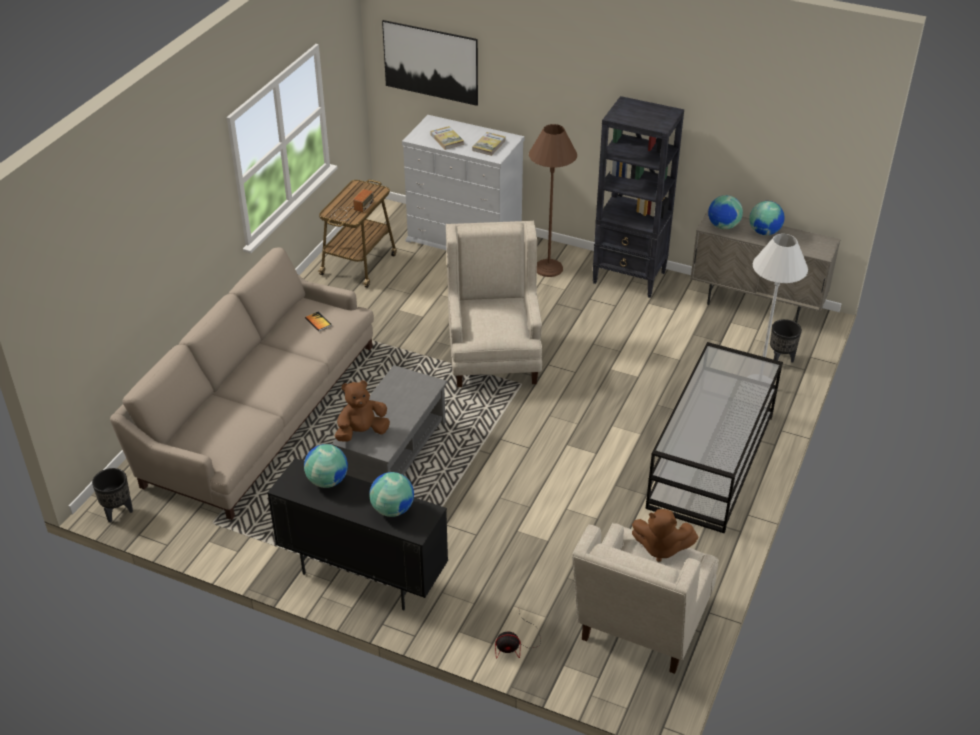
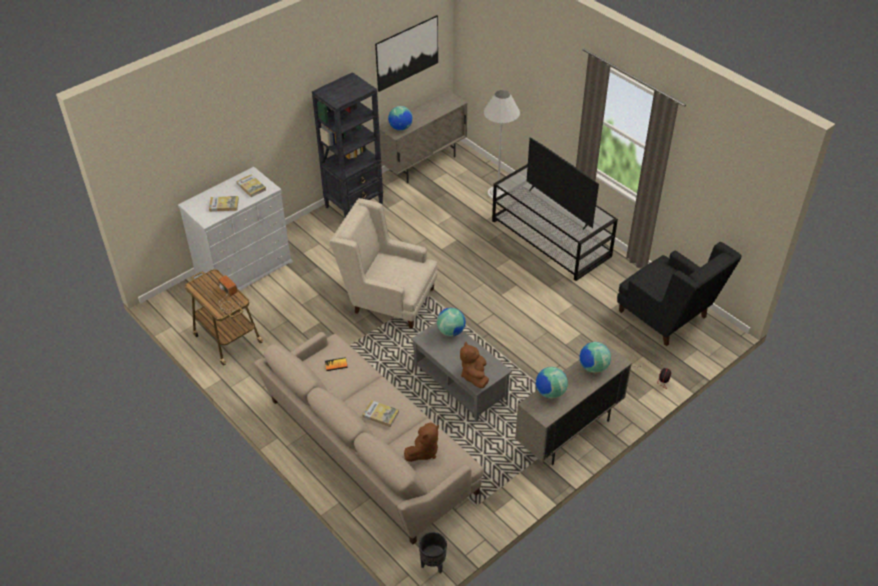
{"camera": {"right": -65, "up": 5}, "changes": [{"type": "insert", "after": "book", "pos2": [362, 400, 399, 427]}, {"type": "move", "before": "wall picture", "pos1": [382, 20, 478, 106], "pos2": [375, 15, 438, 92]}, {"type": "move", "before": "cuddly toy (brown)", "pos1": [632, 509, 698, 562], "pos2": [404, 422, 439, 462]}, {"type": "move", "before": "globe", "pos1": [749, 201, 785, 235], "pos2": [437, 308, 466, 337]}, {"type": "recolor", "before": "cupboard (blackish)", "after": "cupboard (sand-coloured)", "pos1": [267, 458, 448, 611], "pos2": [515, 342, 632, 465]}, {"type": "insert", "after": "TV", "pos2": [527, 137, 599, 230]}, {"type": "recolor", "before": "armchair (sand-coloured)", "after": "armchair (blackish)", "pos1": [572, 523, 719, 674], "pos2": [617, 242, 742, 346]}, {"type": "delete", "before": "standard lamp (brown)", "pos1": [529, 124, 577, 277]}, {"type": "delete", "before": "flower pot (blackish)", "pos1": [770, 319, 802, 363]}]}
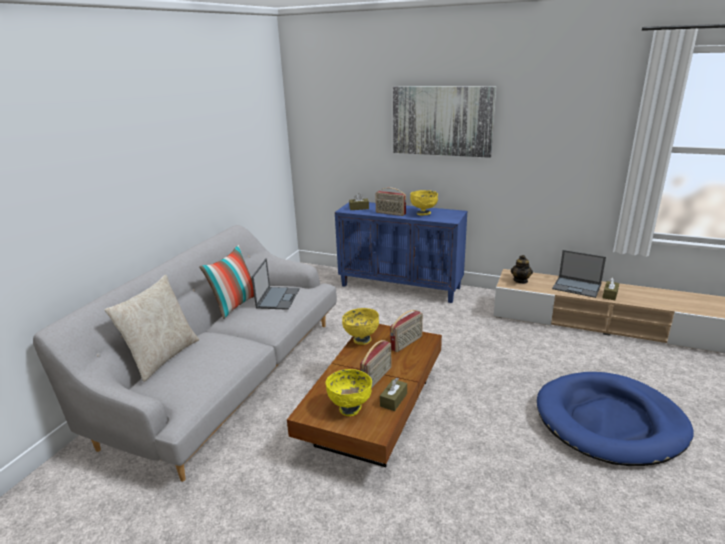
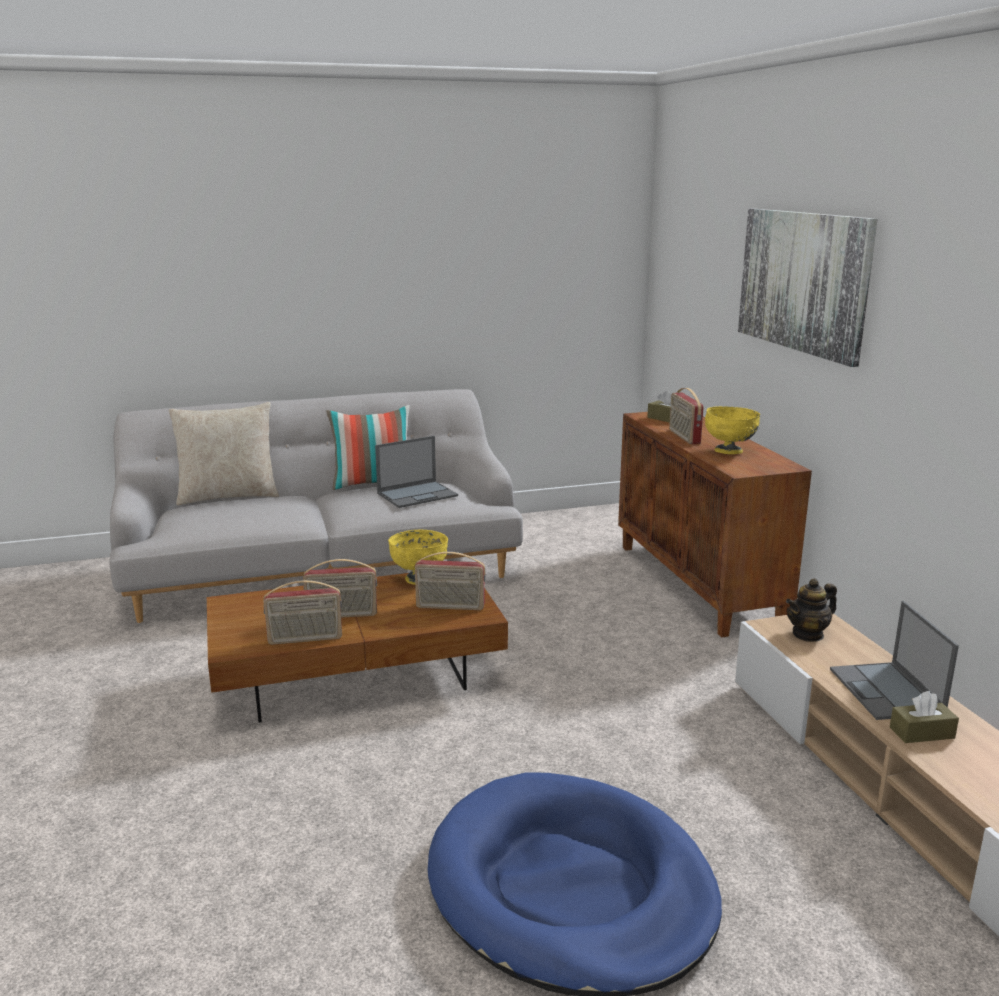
{"camera": {"right": 50, "up": -5}, "changes": [{"type": "replace", "before": "tissue holder (brown)", "after": "radio receiver", "pos1": [380, 378, 407, 411], "pos2": [263, 580, 342, 645]}, {"type": "recolor", "before": "cupboard (blue)", "after": "cupboard (brown)", "pos1": [335, 202, 467, 303], "pos2": [618, 412, 812, 638]}, {"type": "delete", "before": "deep dish (yellowish)", "pos1": [325, 369, 372, 416]}]}
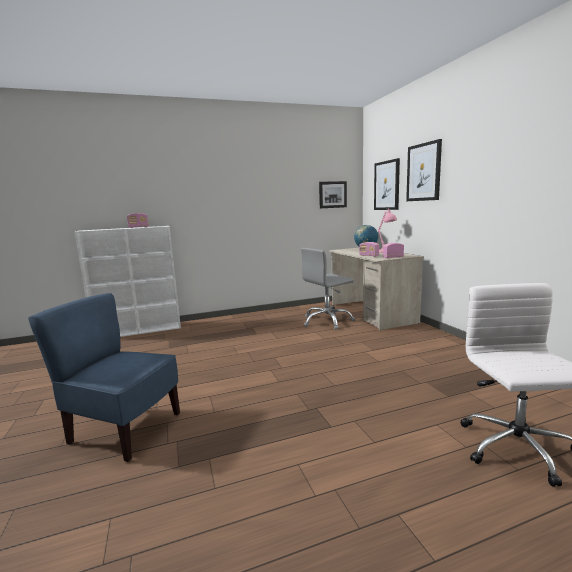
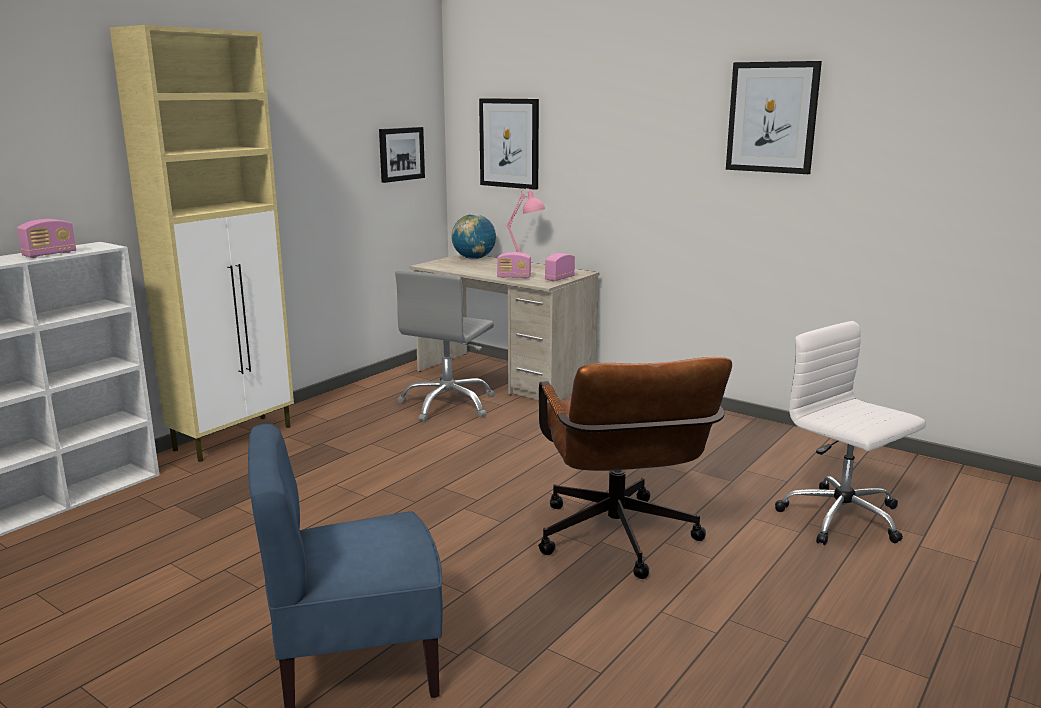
{"camera": {"right": -35, "up": 5}, "changes": [{"type": "insert", "after": "cupboard (sand-coloured)", "pos2": [110, 25, 294, 462]}, {"type": "insert", "after": "computer chair (brown)", "pos2": [538, 357, 732, 579]}, {"type": "move", "before": "wall picture", "pos1": [406, 139, 442, 201], "pos2": [726, 61, 822, 174]}]}
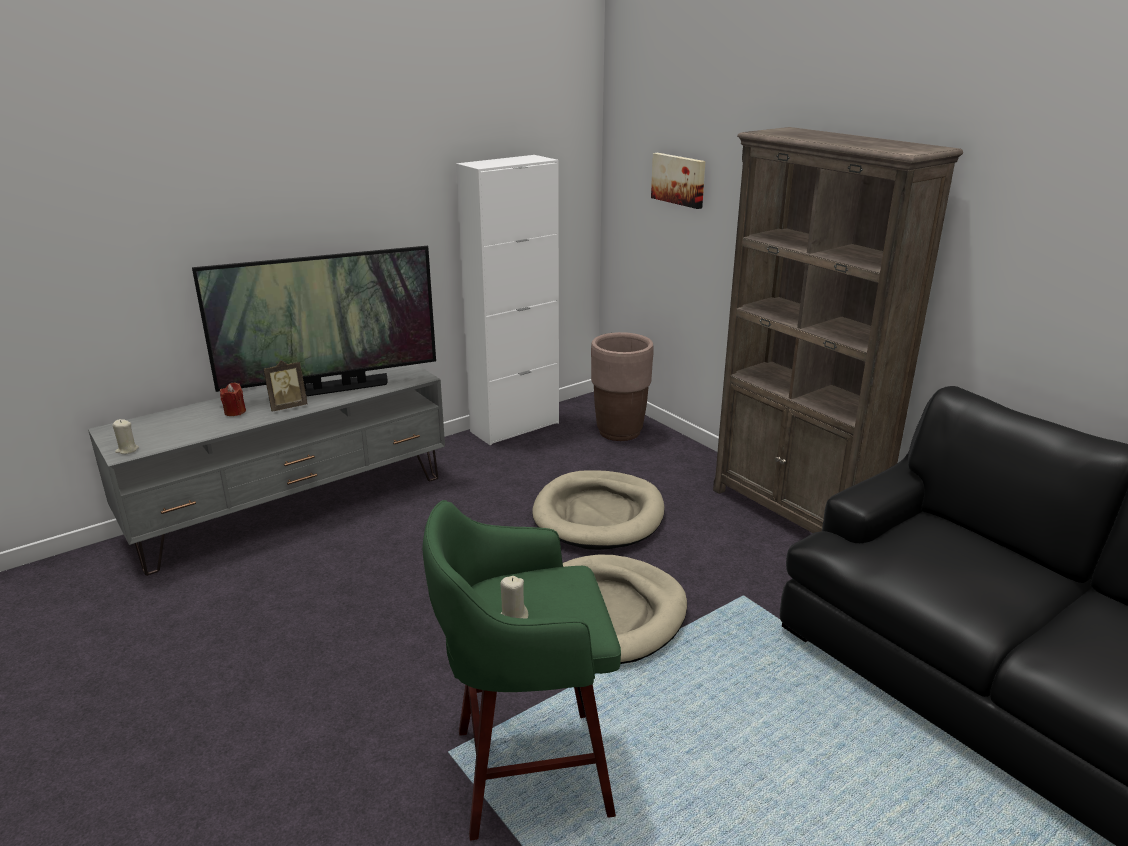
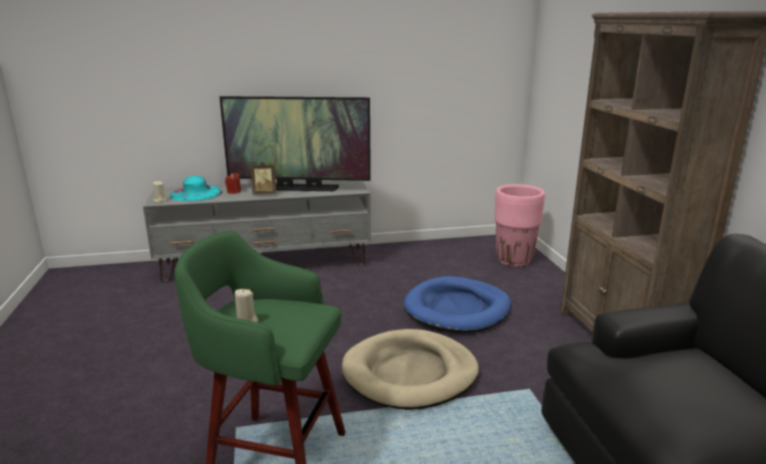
{"camera": {"right": 25, "up": -5}, "changes": [{"type": "insert", "after": "wearable hat (turquoise)", "pos2": [170, 176, 223, 202]}, {"type": "recolor", "before": "pet bed (sand-coloured)", "after": "pet bed (blue)", "pos1": [532, 470, 664, 550], "pos2": [404, 276, 511, 333]}, {"type": "recolor", "before": "flower pot (brown)", "after": "flower pot (pink)", "pos1": [591, 332, 654, 441], "pos2": [494, 184, 545, 267]}, {"type": "delete", "before": "cupboard (whitish)", "pos1": [456, 155, 559, 445]}, {"type": "delete", "before": "wall picture", "pos1": [651, 153, 706, 209]}]}
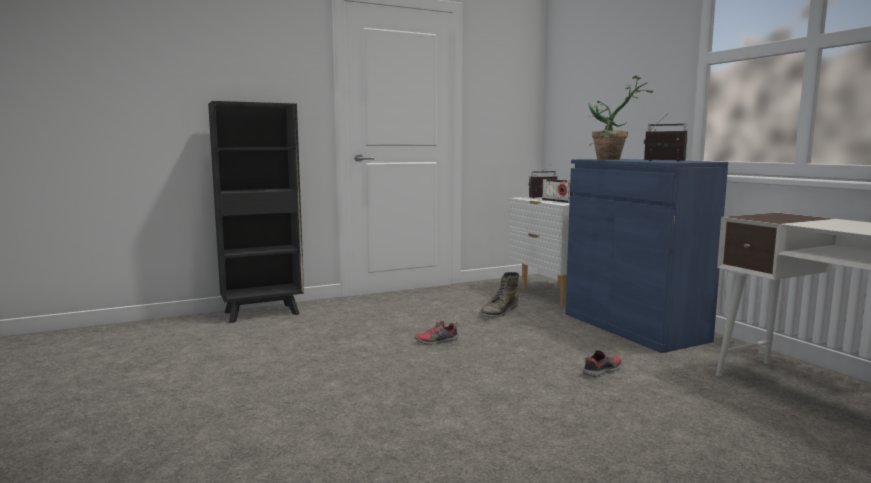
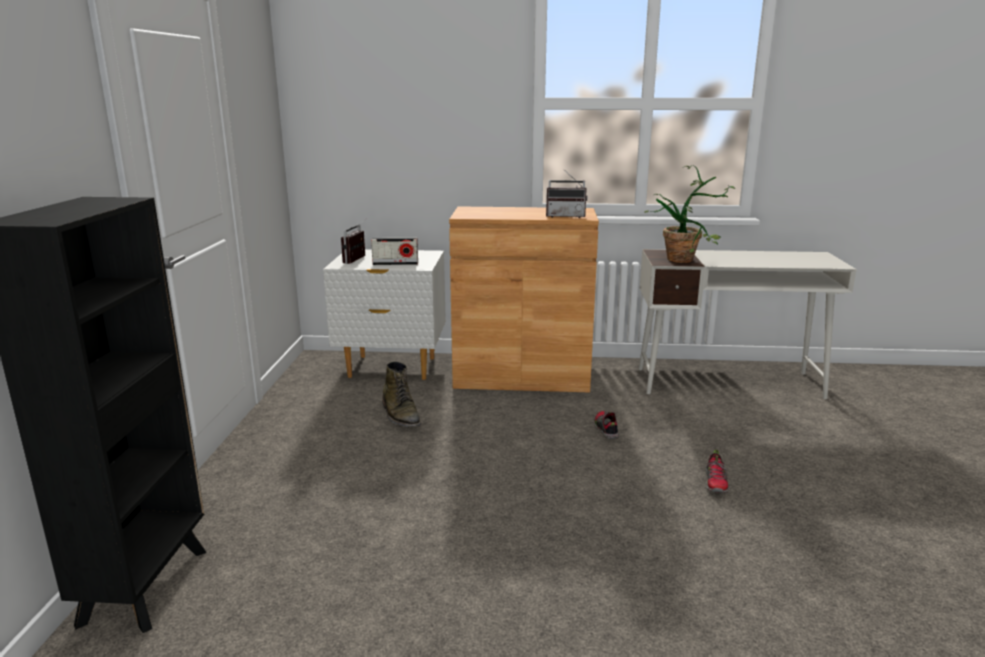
{"camera": {"right": -60, "up": 10}, "changes": [{"type": "recolor", "before": "cupboard (blue)", "after": "cupboard (brown)", "pos1": [565, 159, 728, 353], "pos2": [449, 206, 599, 392]}, {"type": "rotate", "before": "radio receiver", "pos1": [644, 115, 688, 162], "pos2": [546, 169, 587, 218], "turn": -150}, {"type": "move", "before": "houseplant", "pos1": [588, 76, 653, 160], "pos2": [644, 165, 735, 263]}, {"type": "move", "before": "item of footwear", "pos1": [415, 320, 459, 345], "pos2": [705, 450, 729, 493]}]}
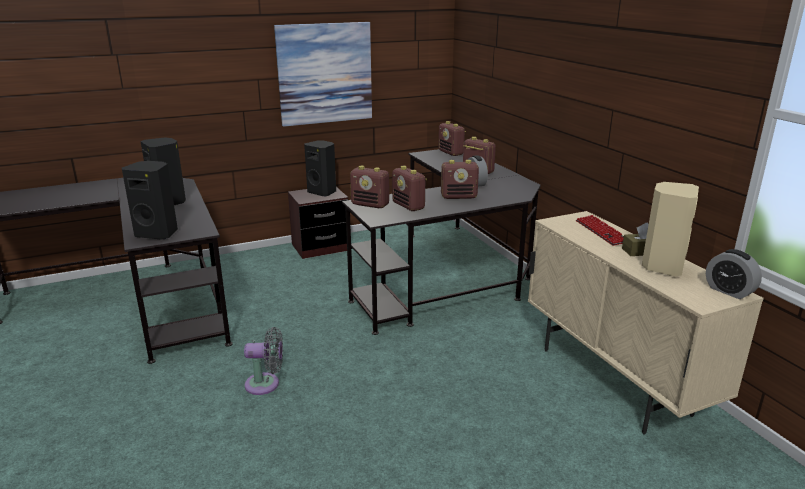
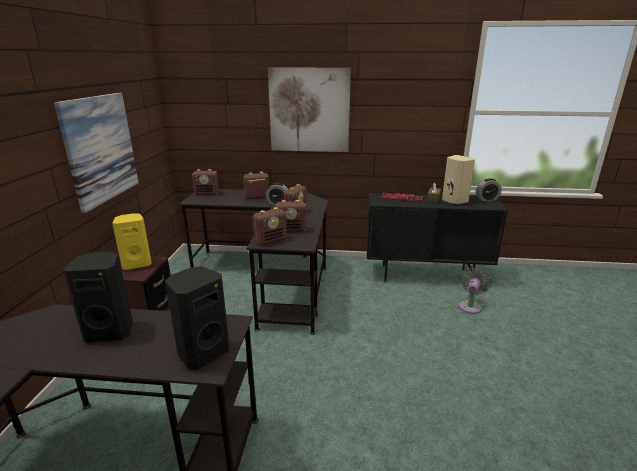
{"camera": {"right": -60, "up": 0}, "changes": [{"type": "recolor", "before": "loudspeaker (blackish)", "after": "loudspeaker (yellowish)", "pos1": [304, 141, 336, 197], "pos2": [112, 213, 152, 270]}, {"type": "insert", "after": "wall picture", "pos2": [268, 68, 351, 152]}, {"type": "recolor", "before": "cupboard (sand-coloured)", "after": "cupboard (blackish)", "pos1": [528, 211, 764, 434], "pos2": [367, 193, 508, 282]}, {"type": "move", "before": "cooling fan (greyish)", "pos1": [244, 327, 283, 395], "pos2": [459, 268, 492, 314]}]}
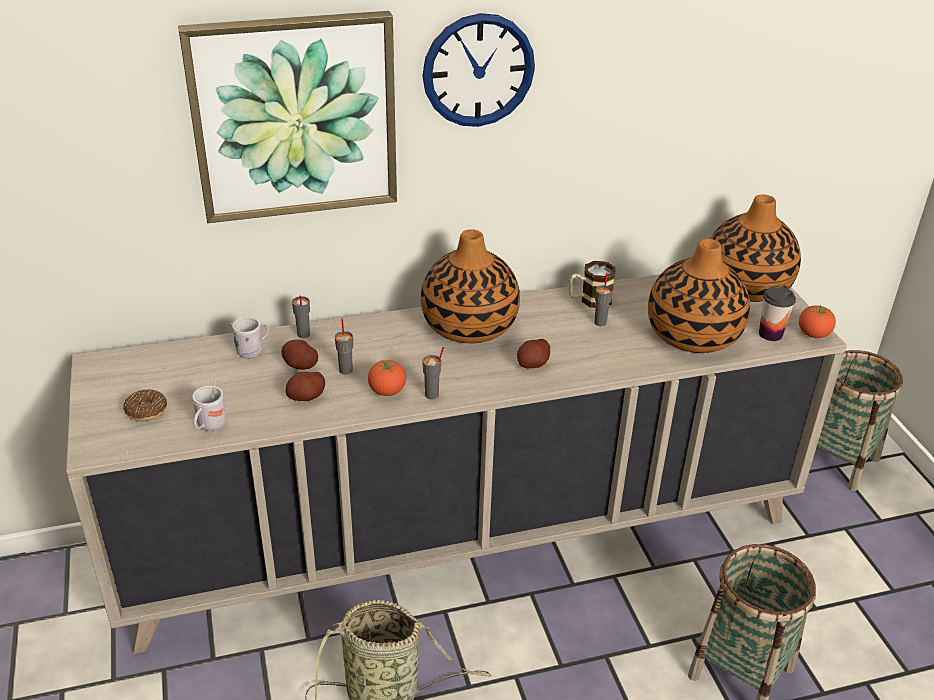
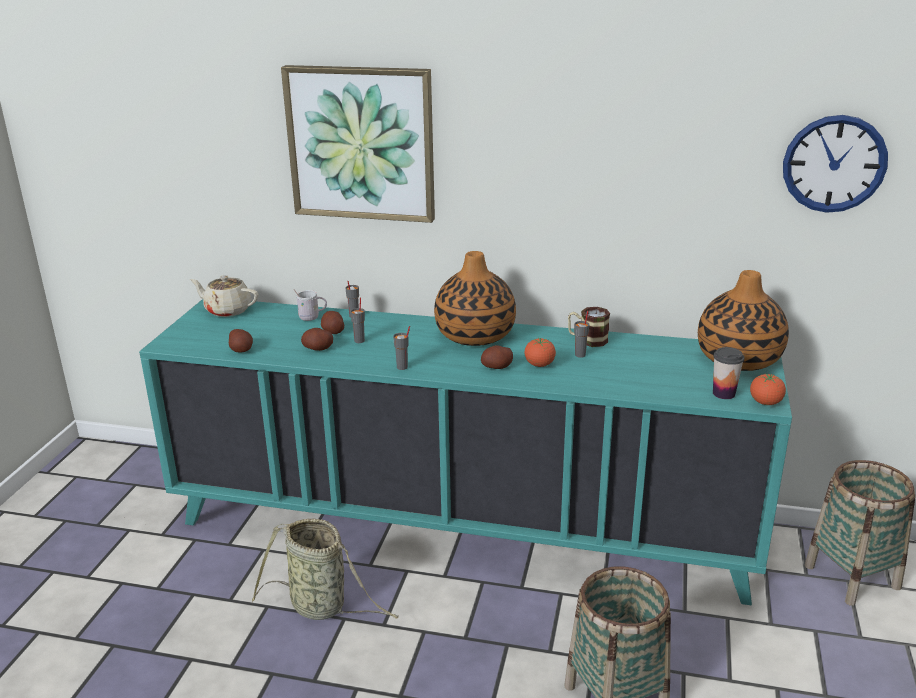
{"camera": {"right": 30, "up": -10}, "changes": [{"type": "recolor", "before": "cupboard (sand-coloured)", "after": "cupboard (turquoise)", "pos1": [66, 274, 847, 654], "pos2": [139, 299, 792, 605]}, {"type": "insert", "after": "tea pot (sand-coloured)", "pos2": [190, 275, 258, 317]}, {"type": "replace", "before": "mug (whitish)", "after": "potato", "pos1": [192, 377, 227, 431], "pos2": [229, 329, 253, 353]}, {"type": "move", "before": "whole tomato", "pos1": [368, 359, 406, 396], "pos2": [525, 338, 556, 367]}, {"type": "move", "before": "hanging clock", "pos1": [422, 13, 535, 127], "pos2": [783, 115, 888, 213]}, {"type": "delete", "before": "doughnut", "pos1": [123, 389, 167, 421]}, {"type": "delete", "before": "flower vase", "pos1": [648, 239, 750, 353]}]}
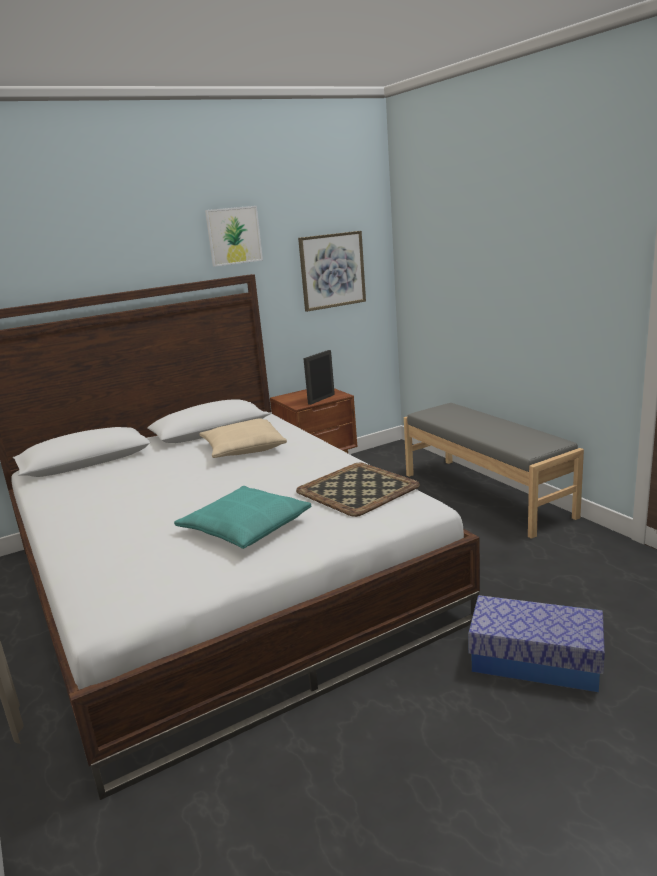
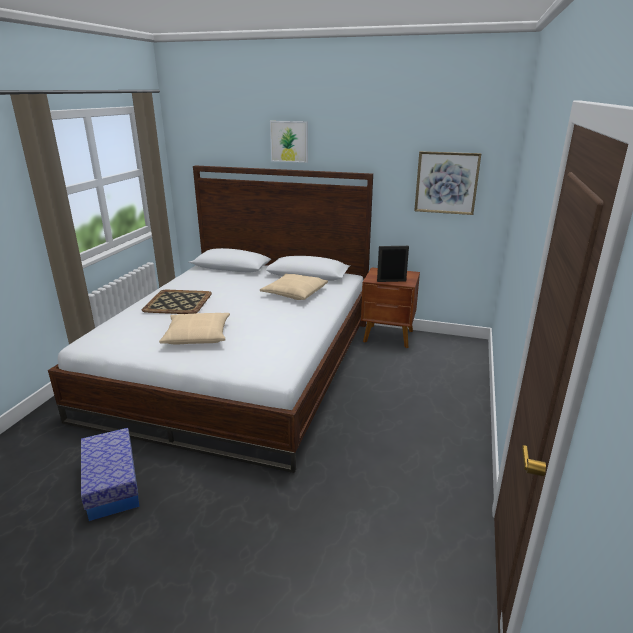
{"camera": {"right": 45, "up": 5}, "changes": [{"type": "move", "before": "storage container", "pos1": [468, 595, 605, 692], "pos2": [81, 428, 140, 521]}, {"type": "move", "before": "serving tray", "pos1": [296, 463, 420, 517], "pos2": [142, 289, 212, 314]}, {"type": "recolor", "before": "cushion (turquoise)", "after": "cushion (sand-coloured)", "pos1": [174, 486, 311, 549], "pos2": [159, 313, 230, 344]}, {"type": "move", "before": "wall picture", "pos1": [205, 206, 263, 267], "pos2": [270, 121, 308, 163]}, {"type": "delete", "before": "bench (greyish)", "pos1": [404, 403, 584, 539]}]}
